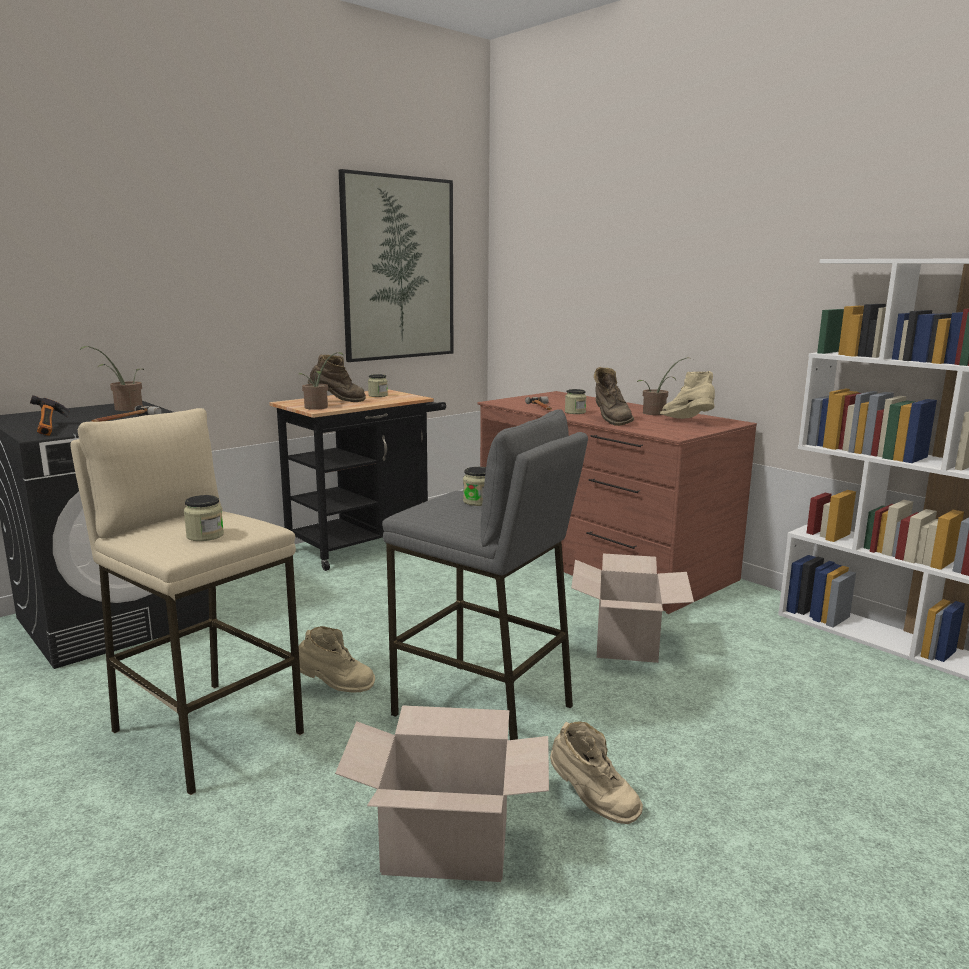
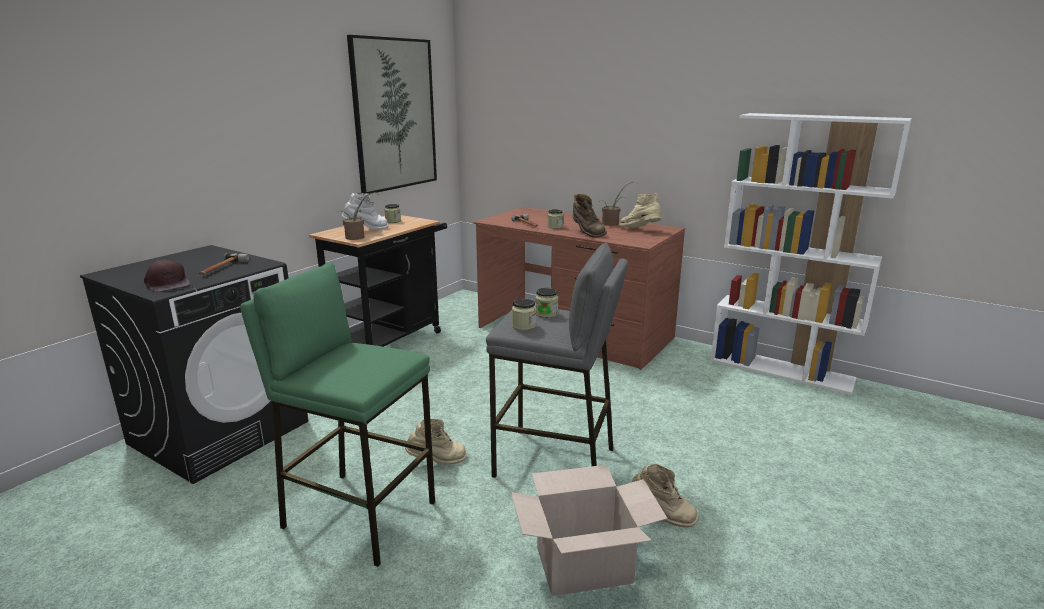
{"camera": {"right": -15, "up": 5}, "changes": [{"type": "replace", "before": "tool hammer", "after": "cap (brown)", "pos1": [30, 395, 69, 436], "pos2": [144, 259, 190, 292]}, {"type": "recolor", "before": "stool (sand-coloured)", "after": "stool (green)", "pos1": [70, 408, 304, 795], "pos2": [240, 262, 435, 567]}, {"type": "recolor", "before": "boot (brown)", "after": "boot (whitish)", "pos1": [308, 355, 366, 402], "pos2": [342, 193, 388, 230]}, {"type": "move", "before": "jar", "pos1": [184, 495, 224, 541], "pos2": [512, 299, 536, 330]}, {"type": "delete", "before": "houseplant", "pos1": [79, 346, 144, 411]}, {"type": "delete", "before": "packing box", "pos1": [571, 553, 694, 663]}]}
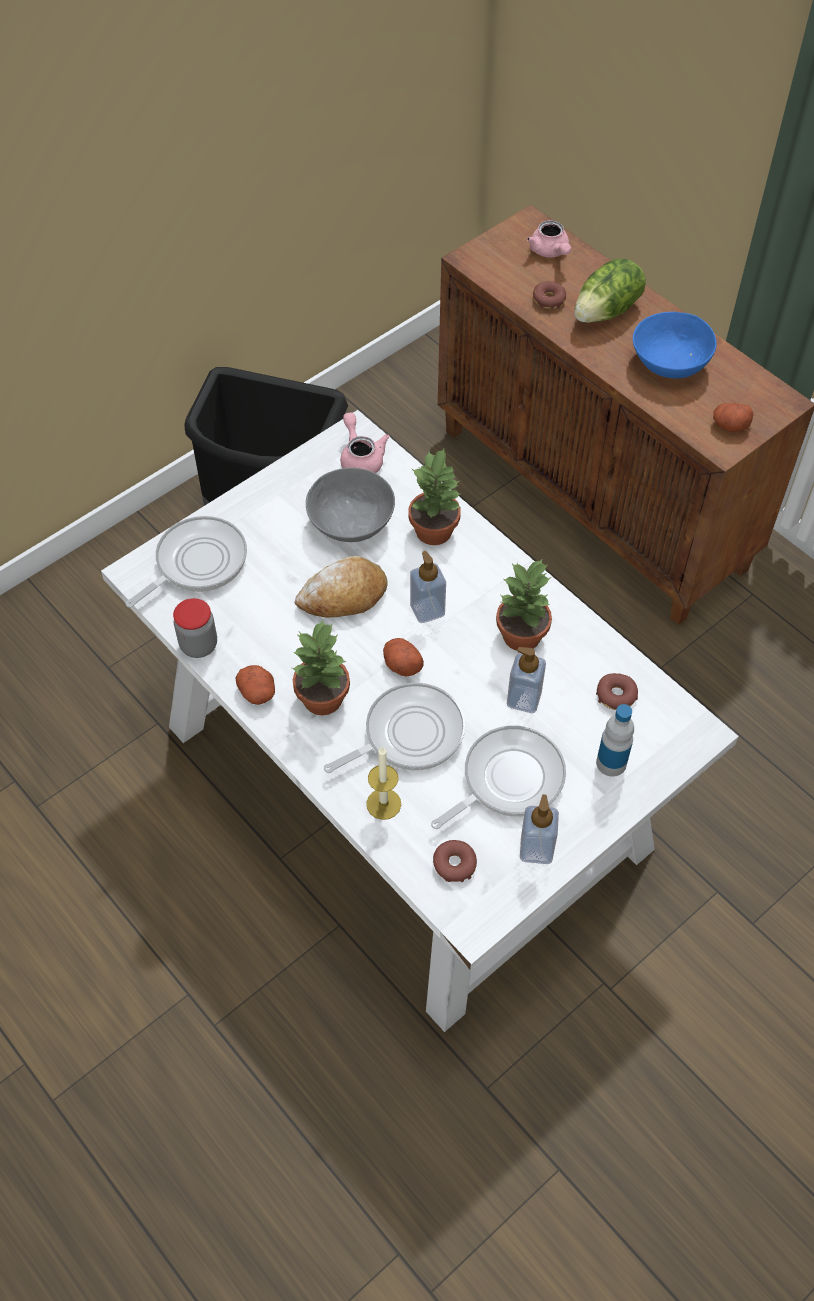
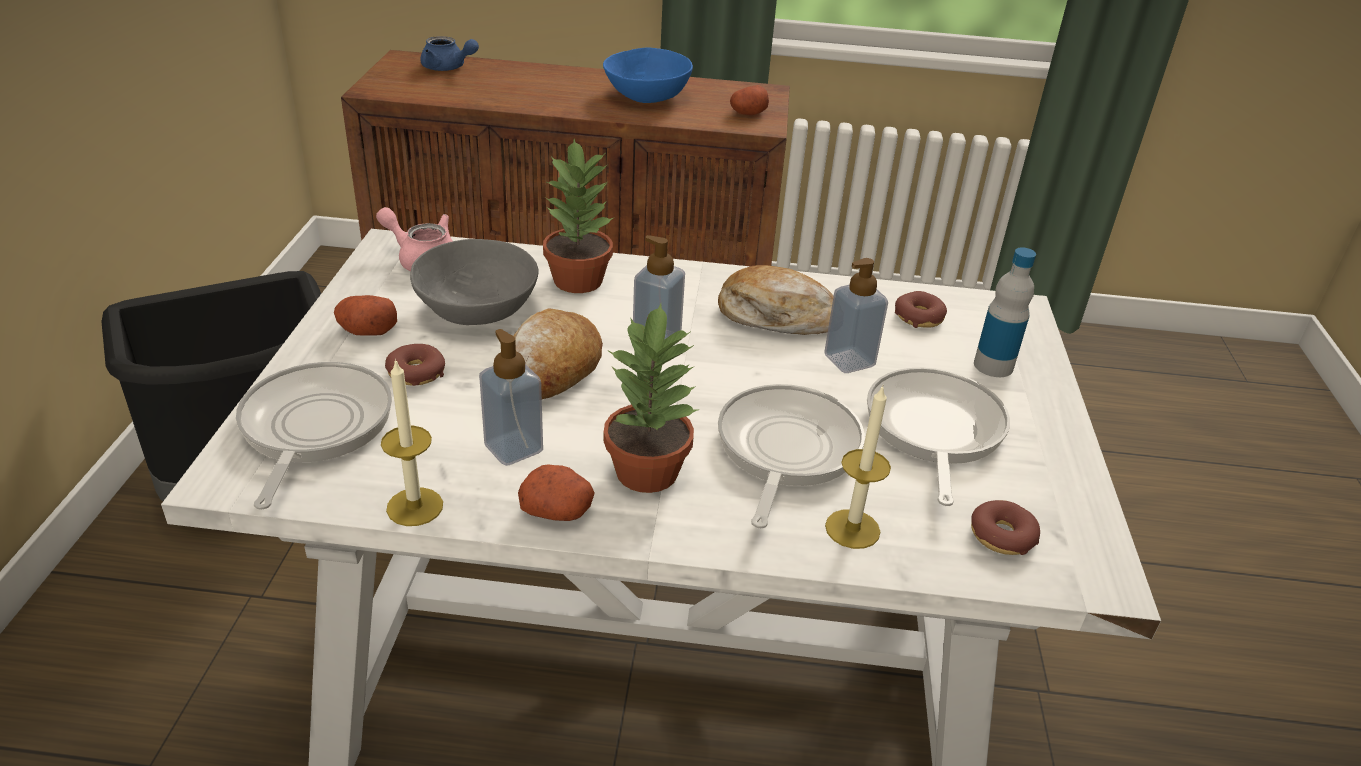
{"camera": {"right": -45, "up": -20}, "changes": [{"type": "move", "before": "potato", "pos1": [383, 638, 424, 676], "pos2": [334, 295, 397, 336]}, {"type": "replace", "before": "jar", "after": "candle", "pos1": [173, 598, 217, 658], "pos2": [381, 359, 443, 526]}, {"type": "move", "before": "doughnut", "pos1": [533, 281, 566, 309], "pos2": [385, 344, 445, 386]}, {"type": "recolor", "before": "tea pot (pink)", "after": "tea pot (blue)", "pos1": [527, 220, 571, 258], "pos2": [420, 36, 479, 71]}, {"type": "move", "before": "soap dispenser", "pos1": [520, 794, 559, 864], "pos2": [479, 329, 543, 466]}, {"type": "replace", "before": "houseplant", "after": "bakery bread", "pos1": [496, 558, 552, 651], "pos2": [718, 265, 834, 335]}, {"type": "delete", "before": "lettuce", "pos1": [574, 259, 646, 323]}]}
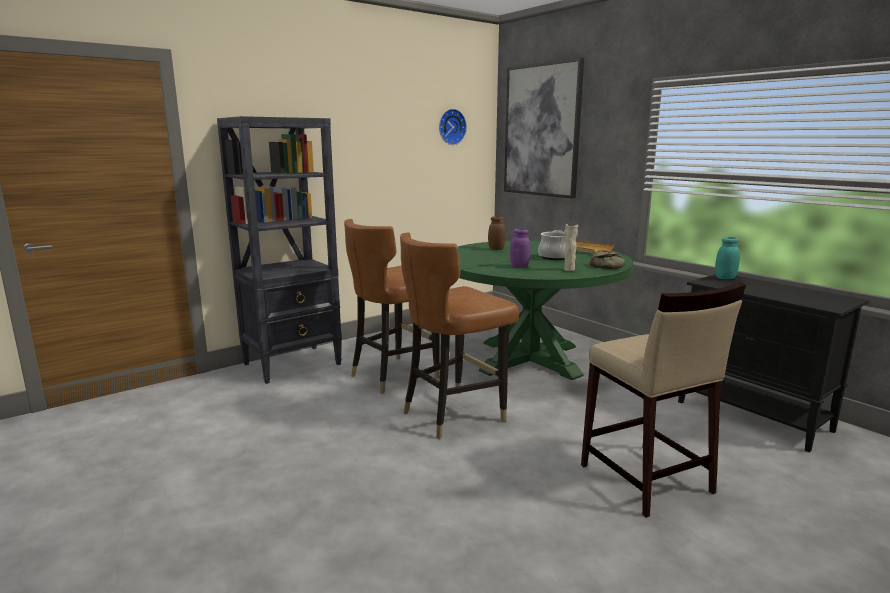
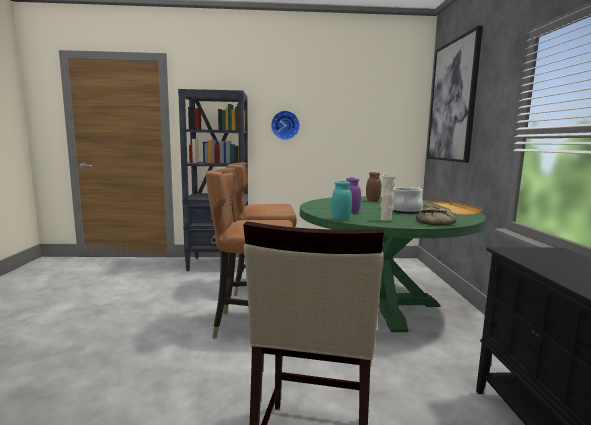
{"camera": {"right": 35, "up": -5}, "changes": [{"type": "move", "before": "hanging clock", "pos1": [439, 109, 467, 145], "pos2": [271, 111, 300, 140]}, {"type": "move", "before": "jar (turquoise)", "pos1": [715, 237, 740, 279], "pos2": [331, 181, 352, 220]}]}
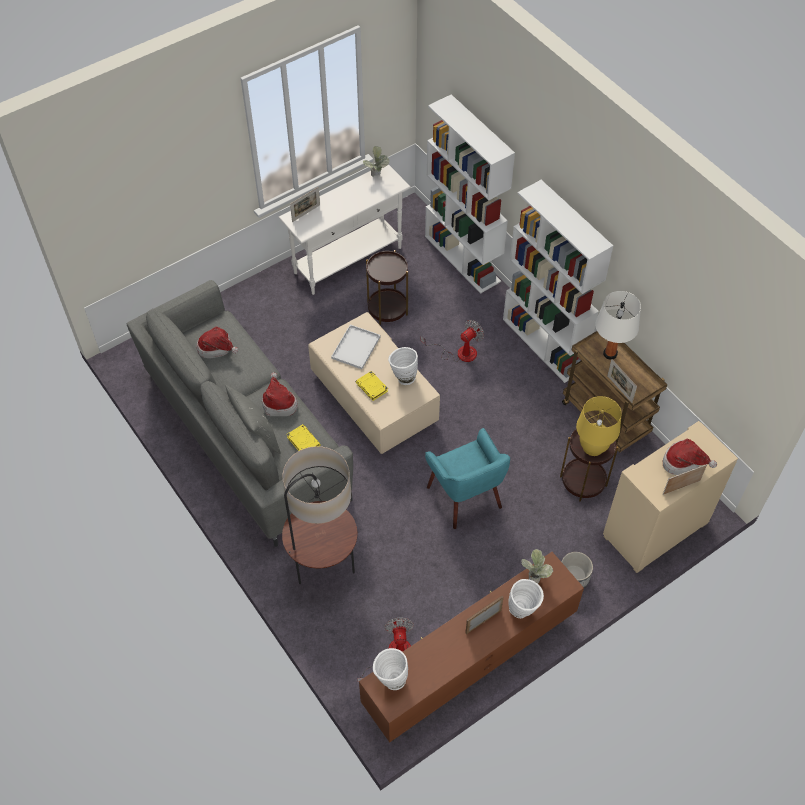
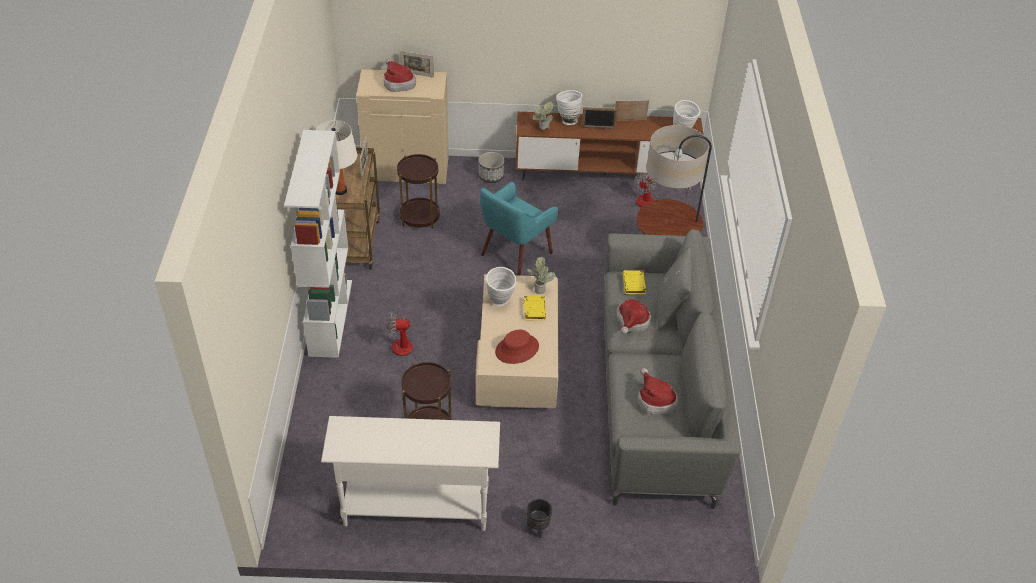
{"camera": {"right": -145, "up": -10}, "changes": [{"type": "rotate", "before": "armchair (turquoise)", "pos1": [425, 428, 510, 529], "pos2": [480, 182, 558, 276], "turn": -150}, {"type": "replace", "before": "serving tray (whitish)", "after": "wearable hat (red)", "pos1": [331, 324, 381, 369], "pos2": [495, 330, 539, 364]}, {"type": "move", "before": "houseplant", "pos1": [363, 146, 389, 177], "pos2": [527, 257, 556, 294]}, {"type": "insert", "after": "flower pot (blackish)", "pos2": [527, 499, 552, 538]}, {"type": "move", "before": "standing frame", "pos1": [290, 187, 320, 222], "pos2": [615, 100, 649, 121]}, {"type": "delete", "before": "shelving unit (whitish)", "pos1": [425, 94, 515, 294]}, {"type": "delete", "before": "table lamp (yellowish)", "pos1": [576, 396, 622, 456]}]}
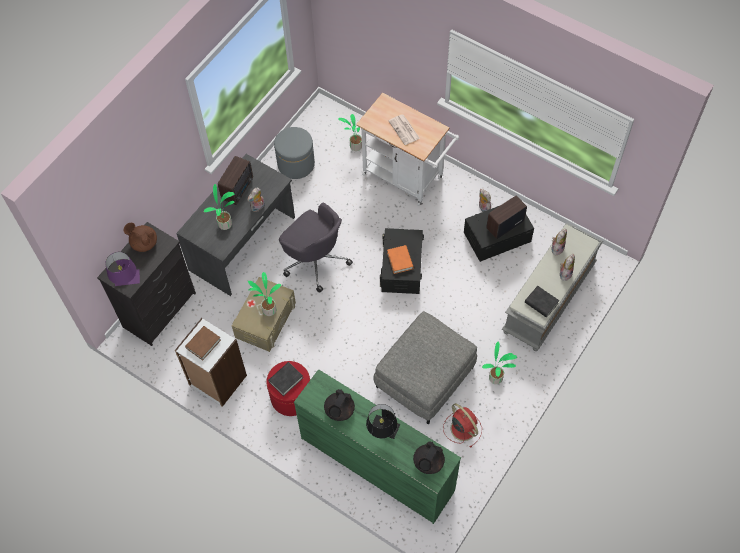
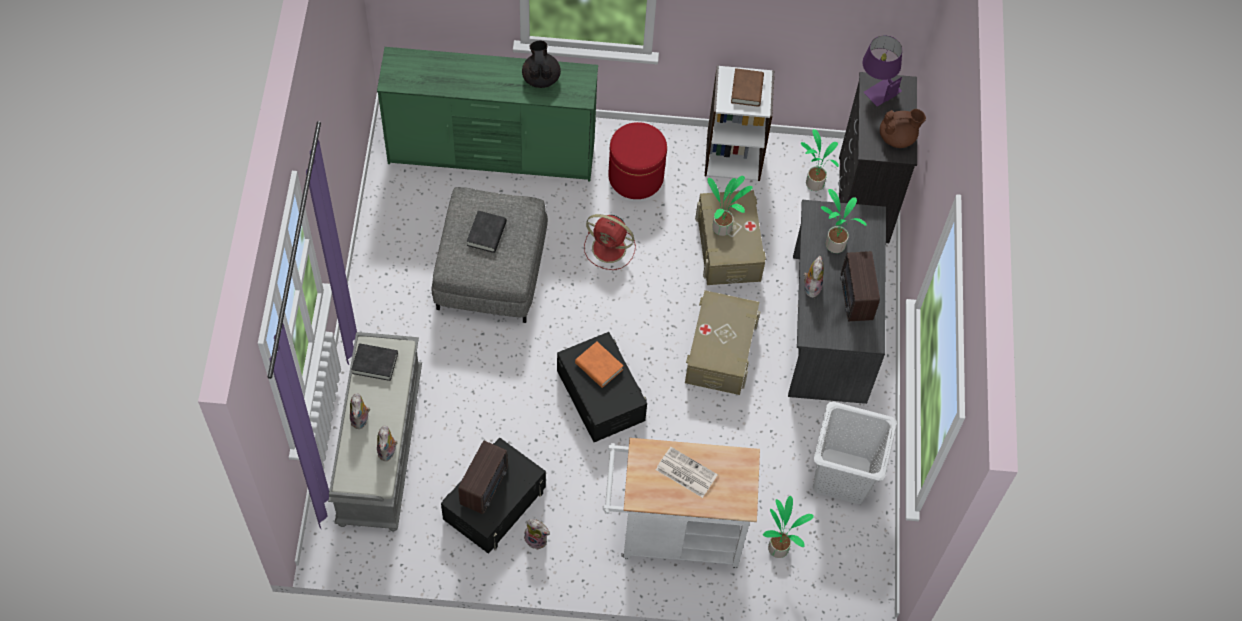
{"camera": {"right": 145, "up": 0}, "changes": [{"type": "move", "before": "book (blackish)", "pos1": [268, 362, 303, 396], "pos2": [467, 211, 507, 253]}, {"type": "move", "before": "cooling fan (red)", "pos1": [443, 403, 482, 448], "pos2": [584, 214, 636, 270]}, {"type": "replace", "before": "computer chair (greyish)", "after": "storage container (sand-coloured)", "pos1": [279, 203, 353, 293], "pos2": [685, 290, 760, 395]}, {"type": "move", "before": "houseplant", "pos1": [482, 342, 517, 384], "pos2": [801, 129, 839, 191]}, {"type": "replace", "before": "footrest (greyish)", "after": "washing basket (whitish)", "pos1": [274, 127, 315, 179], "pos2": [813, 402, 897, 504]}, {"type": "delete", "before": "table lamp (blackish)", "pos1": [366, 404, 400, 439]}, {"type": "delete", "before": "tea pot (blackish)", "pos1": [413, 441, 445, 474]}]}
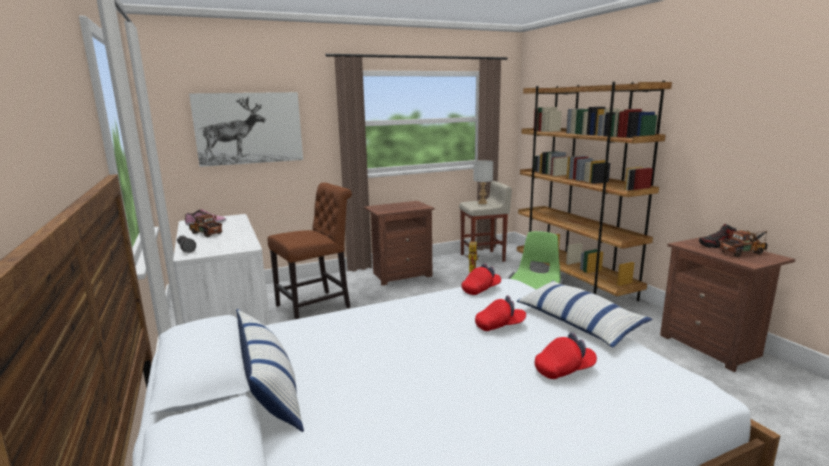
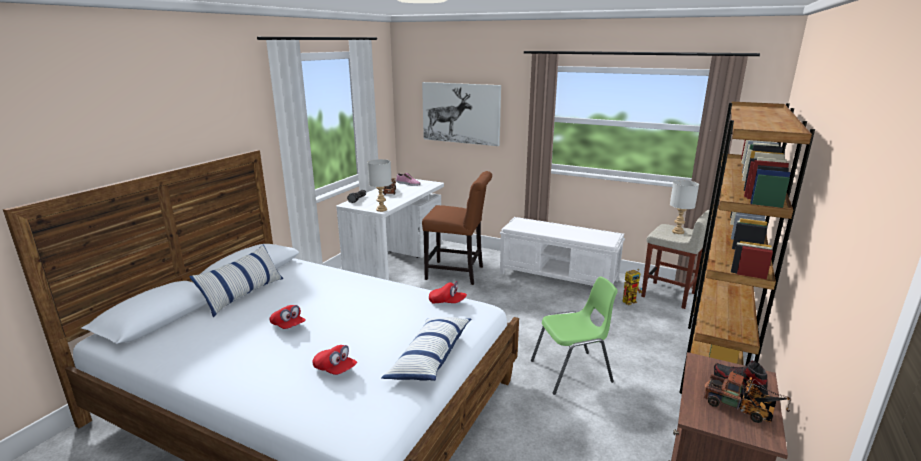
{"camera": {"right": 50, "up": 5}, "changes": [{"type": "move", "before": "cap (red)", "pos1": [475, 295, 526, 331], "pos2": [270, 305, 306, 329]}, {"type": "insert", "after": "table lamp (greyish)", "pos2": [367, 159, 392, 212]}, {"type": "replace", "before": "nightstand (brown)", "after": "bench (whitish)", "pos1": [364, 201, 435, 285], "pos2": [500, 217, 625, 286]}]}
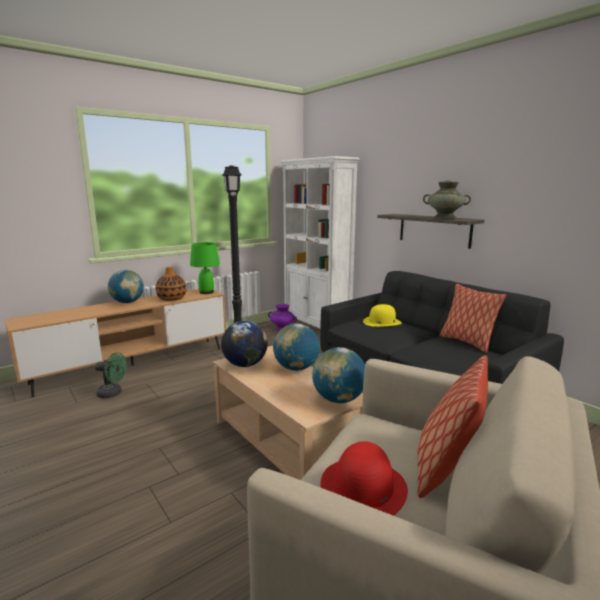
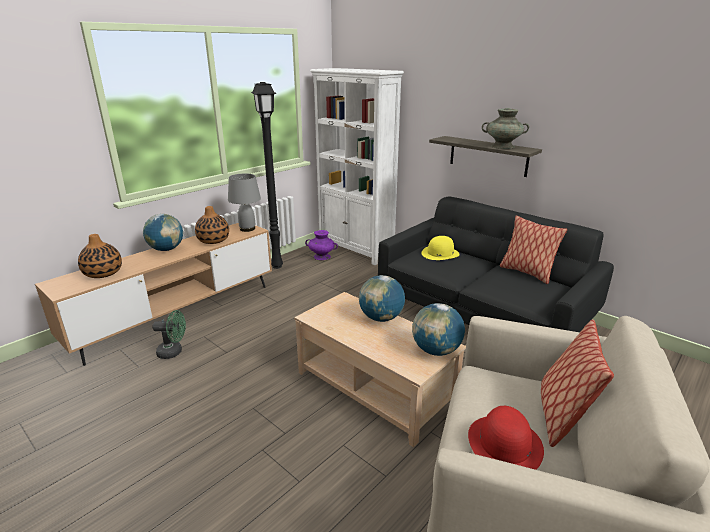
{"camera": {"right": -10, "up": 10}, "changes": [{"type": "insert", "after": "flower vase", "pos2": [78, 234, 122, 278]}, {"type": "recolor", "before": "table lamp (green)", "after": "table lamp (greyish)", "pos1": [190, 242, 220, 294], "pos2": [228, 173, 261, 232]}, {"type": "delete", "before": "globe", "pos1": [221, 321, 268, 367]}]}
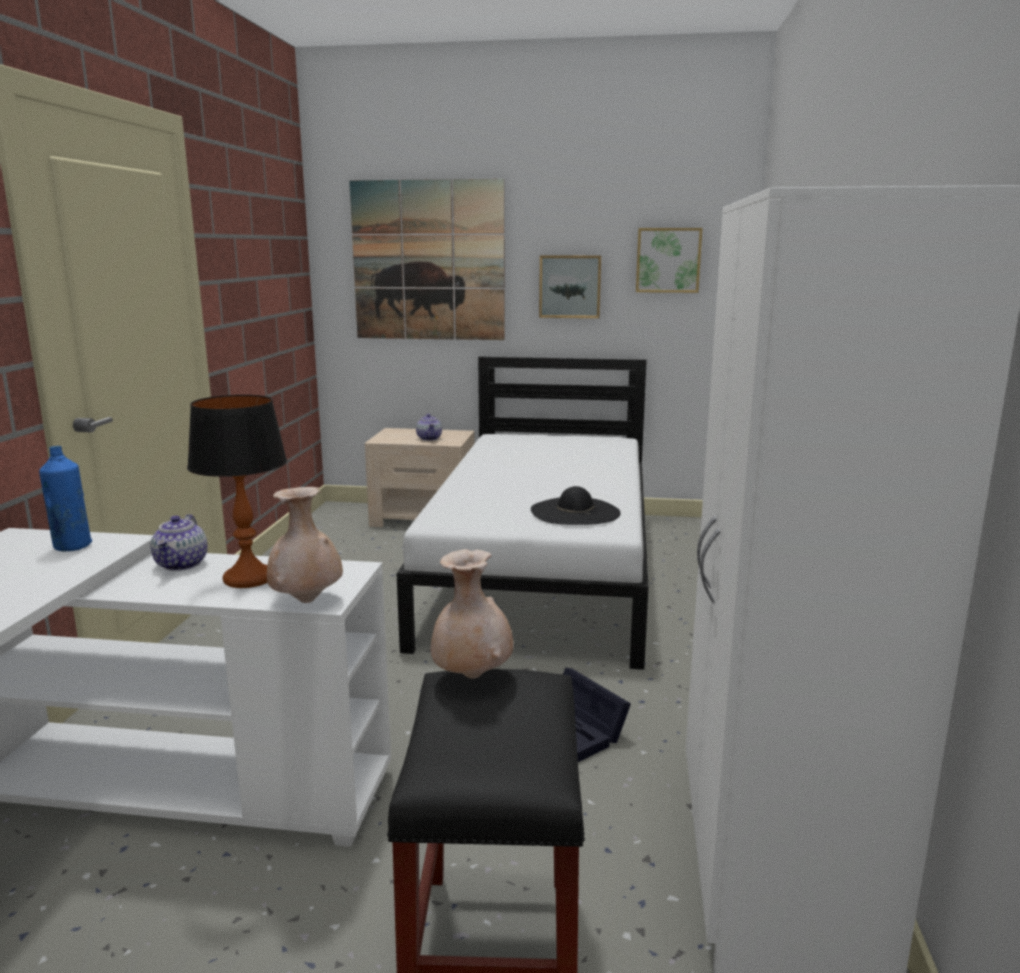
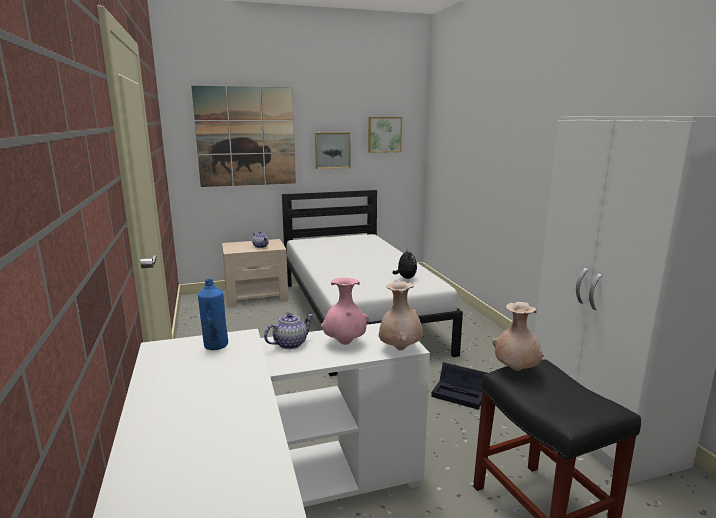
{"camera": {"right": -25, "up": 0}, "changes": [{"type": "rotate", "before": "tea pot", "pos1": [151, 514, 207, 571], "pos2": [264, 313, 314, 349], "turn": -105}, {"type": "replace", "before": "table lamp", "after": "flower vase (pink)", "pos1": [187, 395, 287, 588], "pos2": [321, 278, 369, 345]}, {"type": "replace", "before": "wearable hat (blackish)", "after": "cuddly toy", "pos1": [531, 486, 621, 525], "pos2": [393, 250, 417, 279]}]}
